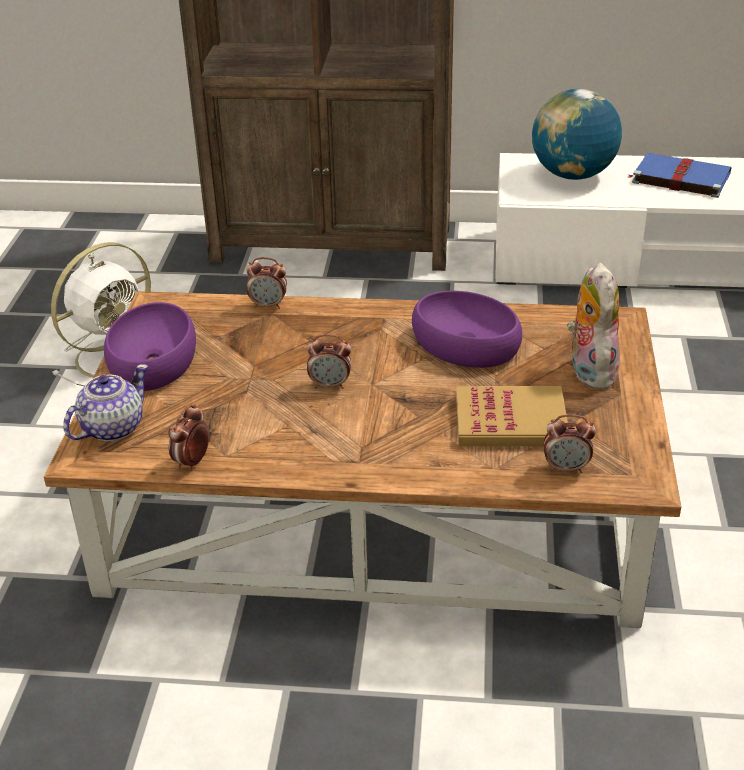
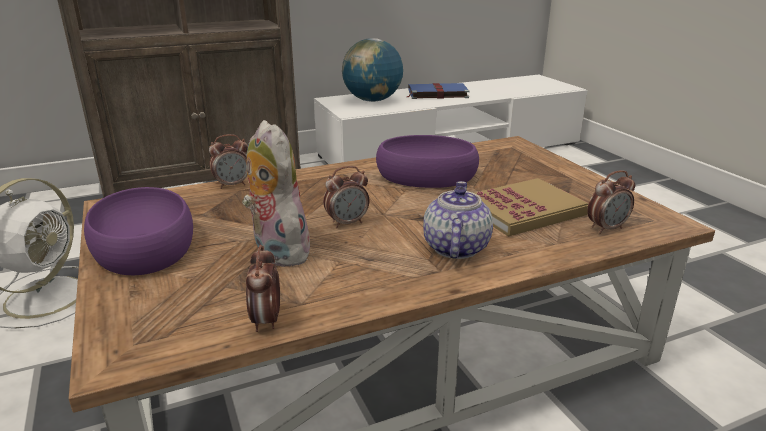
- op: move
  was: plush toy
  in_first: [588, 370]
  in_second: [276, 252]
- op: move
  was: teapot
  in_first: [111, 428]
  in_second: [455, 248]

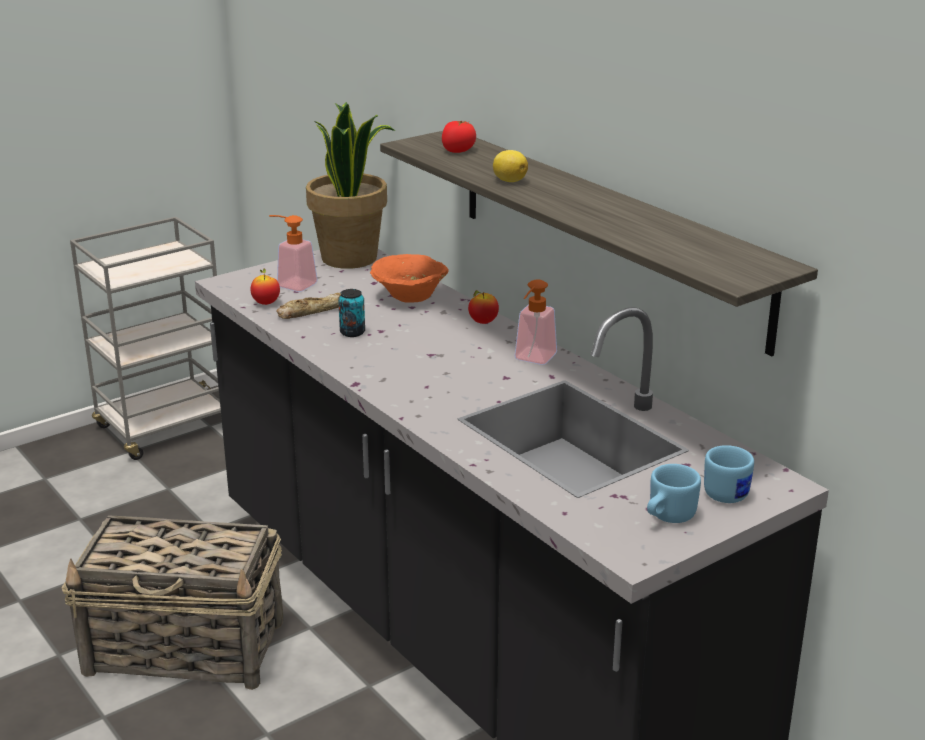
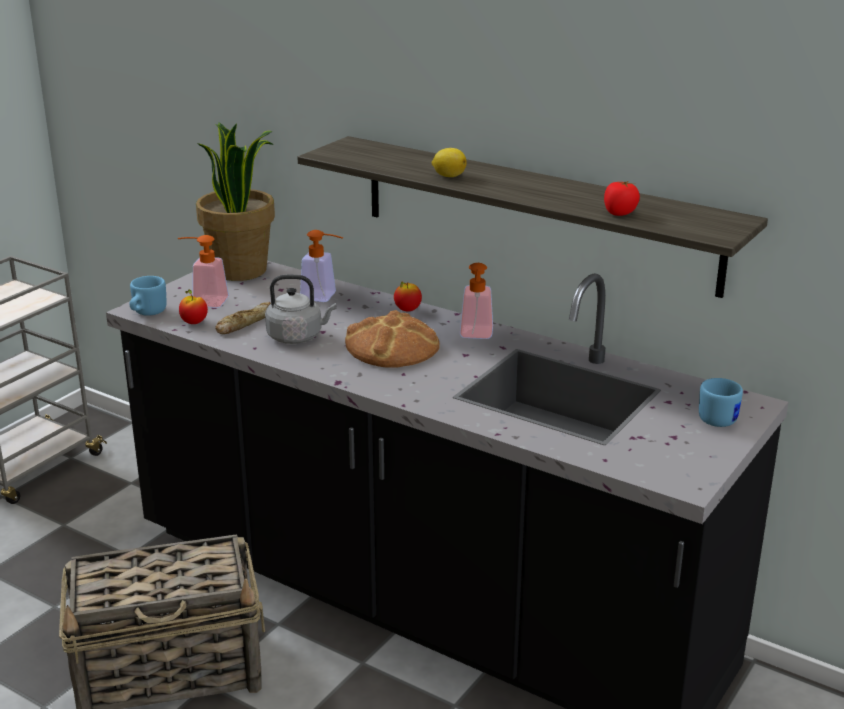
- op: move
  was: blue mug
  in_first: [667, 517]
  in_second: [146, 313]
- op: replace
  was: can
  now: grey kettle
  in_first: [352, 332]
  in_second: [298, 337]
- op: replace
  was: orange bowl
  now: soap dispenser
  in_first: [410, 296]
  in_second: [324, 297]
- op: insert
  now: bread
  in_second: [391, 347]
- op: move
  was: tomato
  in_first: [458, 150]
  in_second: [619, 213]

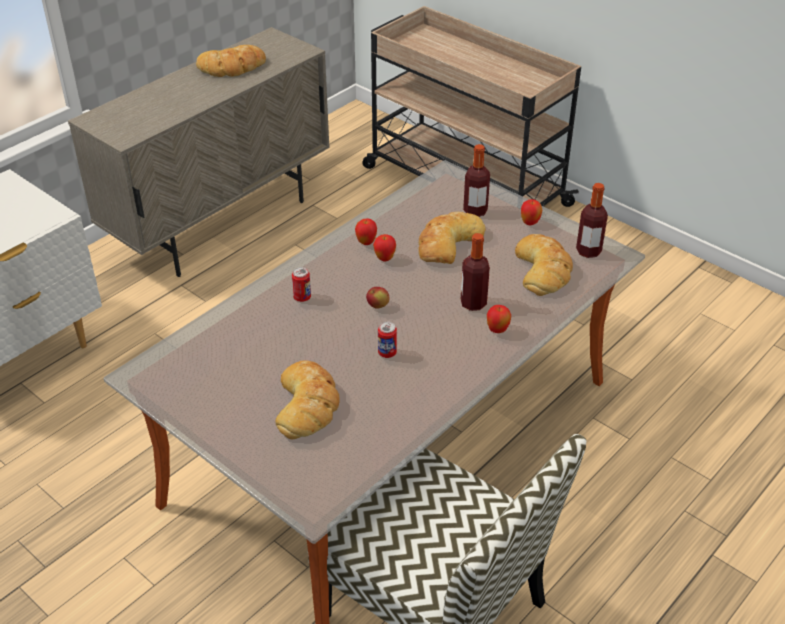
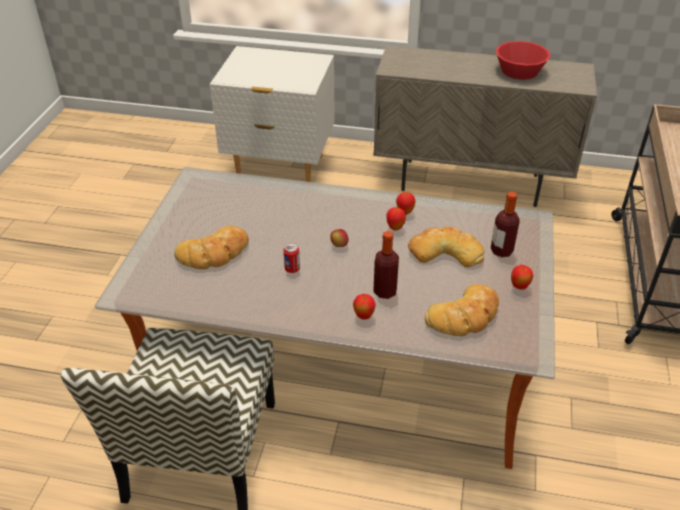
- op: replace
  was: bread
  now: red bowl
  in_first: [232, 67]
  in_second: [520, 71]
- op: delete
  was: can
  in_first: [302, 297]
- op: delete
  was: bottle
  in_first: [588, 251]

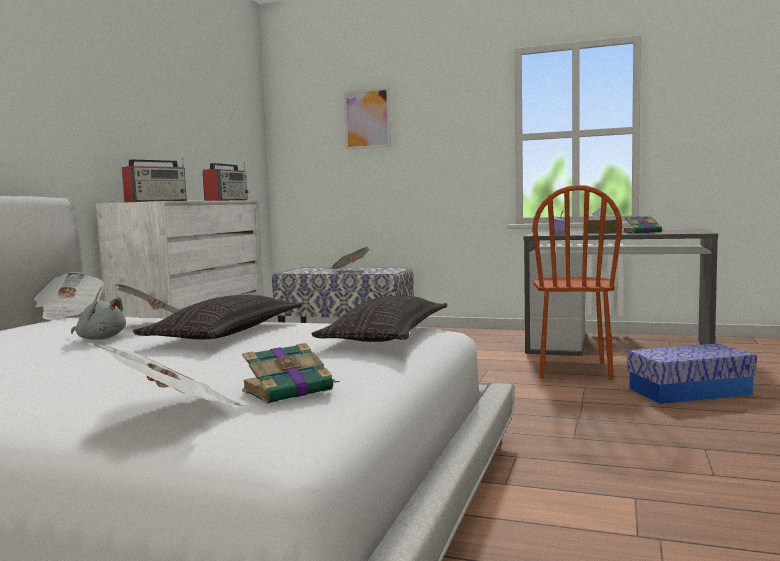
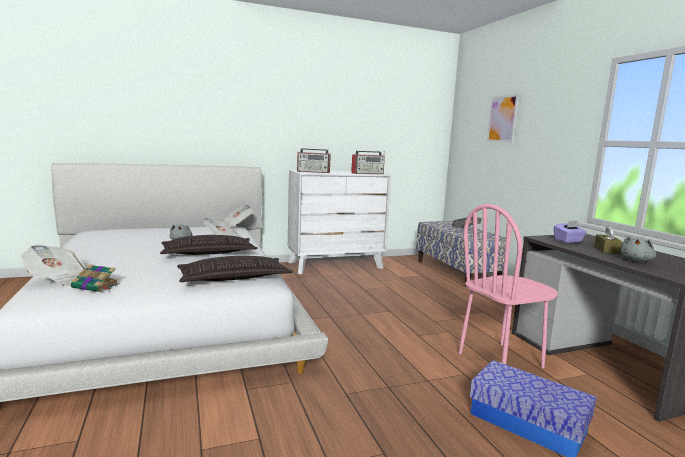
- op: recolor
  was: brown chair
  now: pink chair
  in_first: [573, 370]
  in_second: [500, 360]
- op: replace
  was: book
  now: grey plush toy
  in_first: [643, 232]
  in_second: [636, 260]

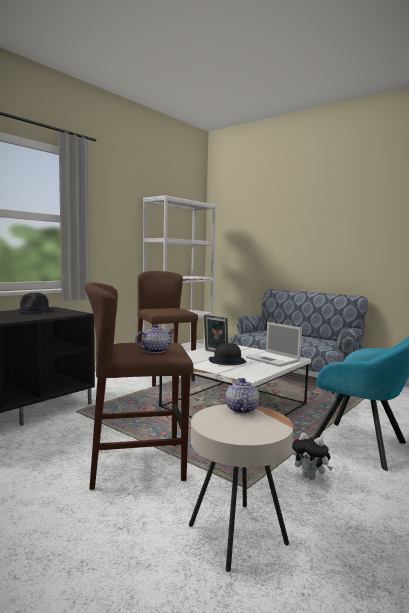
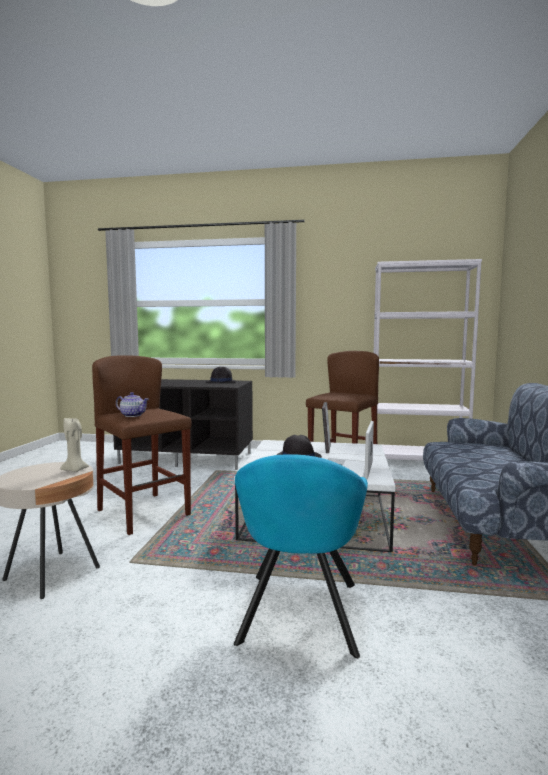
- op: replace
  was: teapot
  now: beige candle
  in_first: [241, 409]
  in_second: [75, 470]
- op: delete
  was: plush toy
  in_first: [310, 477]

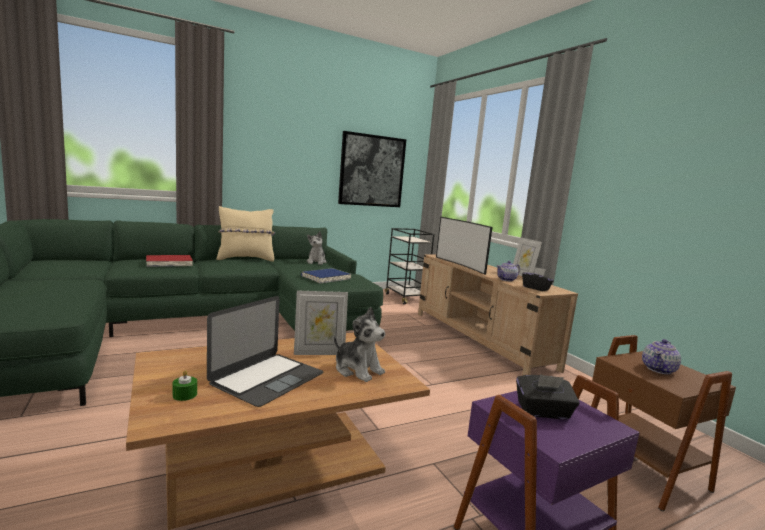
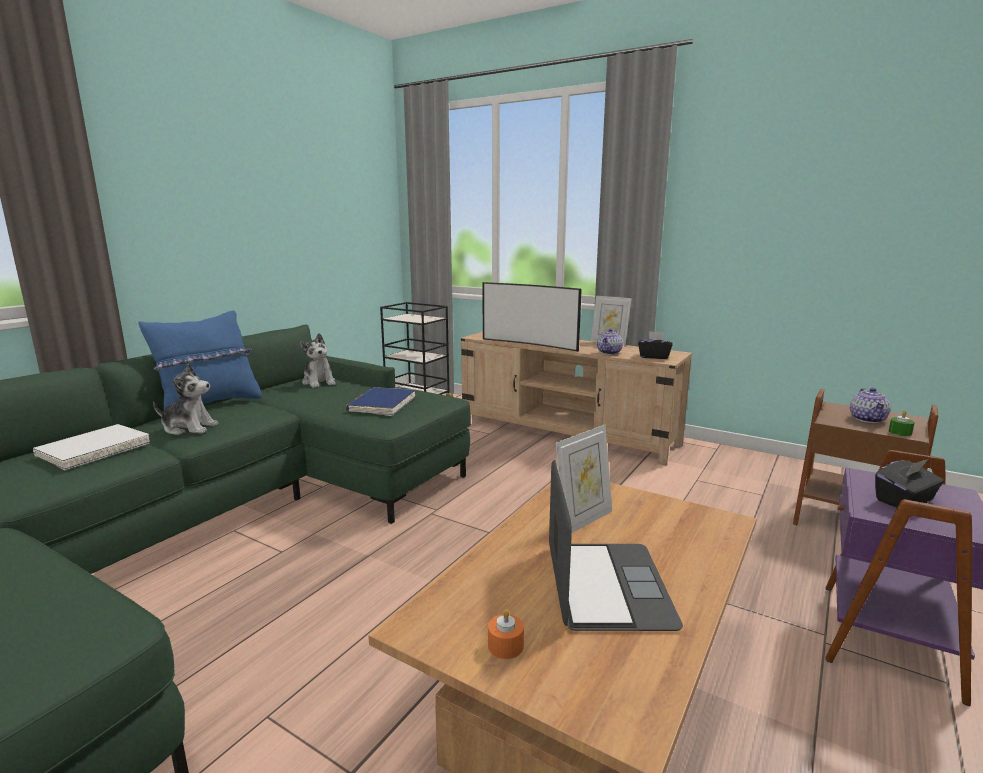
- op: recolor
  was: red book
  now: white book
  in_first: [169, 263]
  in_second: [94, 450]
- op: recolor
  was: beige pillow
  now: blue pillow
  in_first: [246, 259]
  in_second: [210, 405]
- op: move
  was: plush toy
  in_first: [358, 370]
  in_second: [189, 428]
- op: insert
  now: orange candle
  in_second: [505, 645]
- op: move
  was: green candle
  in_first: [185, 395]
  in_second: [900, 432]
- op: delete
  was: picture
  in_first: [372, 171]

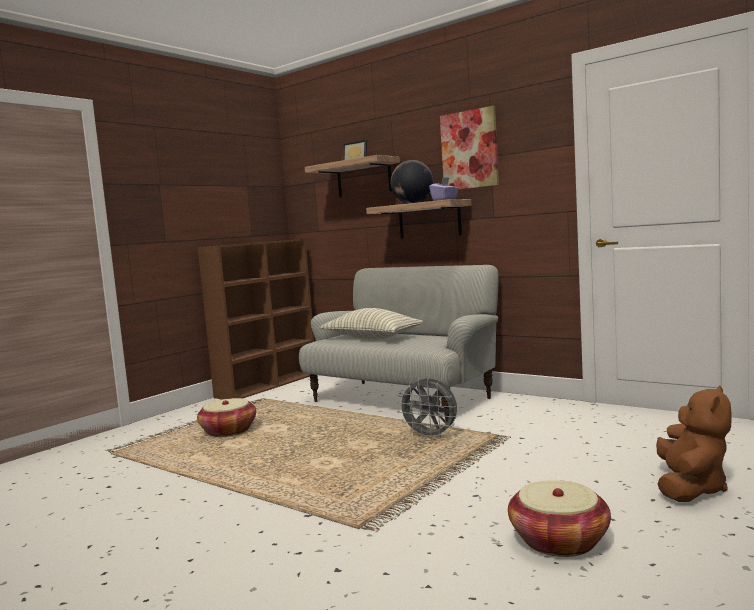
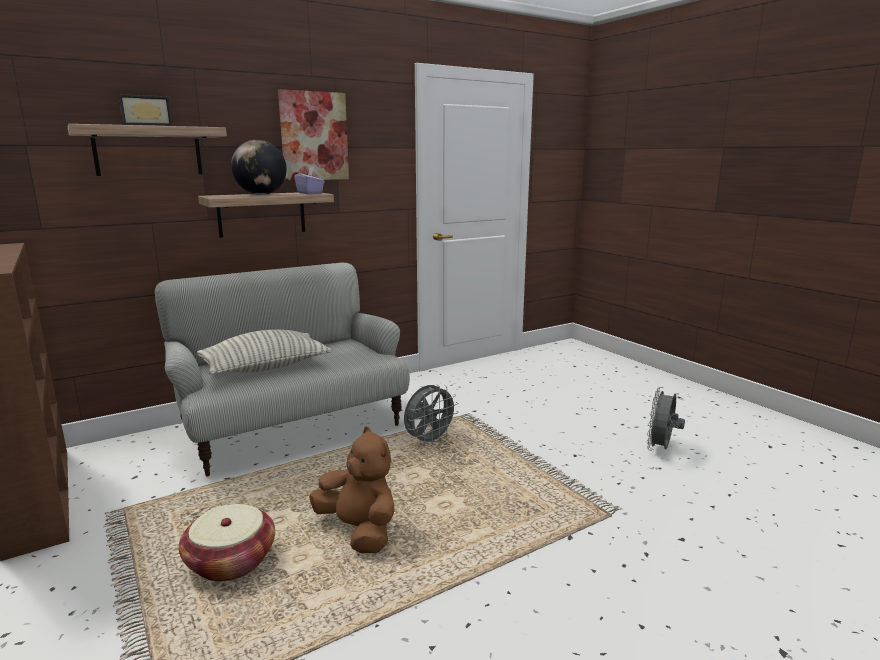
- op: move
  was: brown plush toy
  in_first: [690, 488]
  in_second: [359, 531]
- op: replace
  was: basket
  now: grey fan
  in_first: [559, 541]
  in_second: [660, 449]

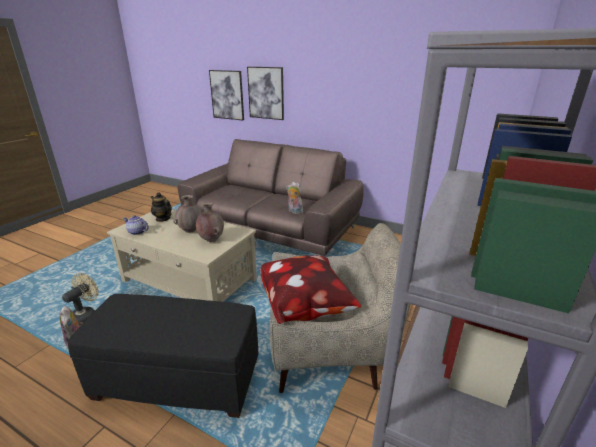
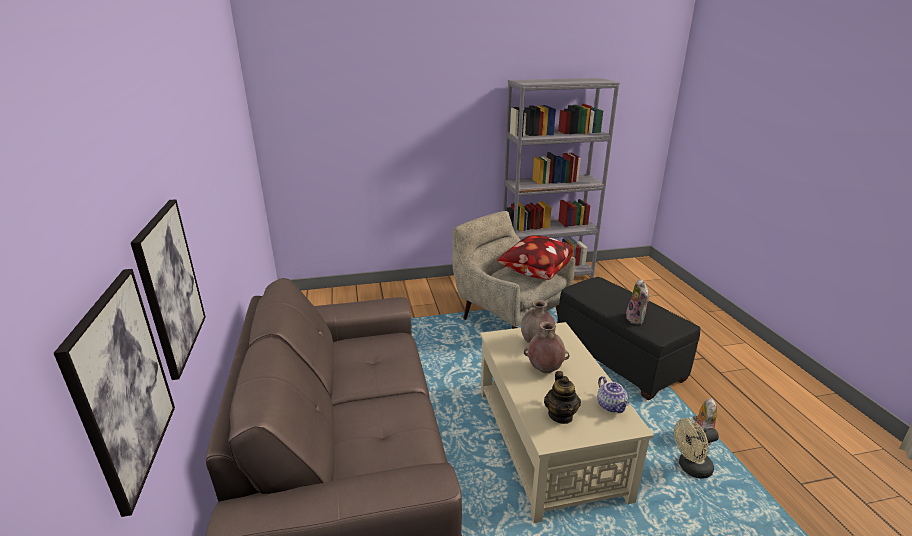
- op: move
  was: plush toy
  in_first: [294, 211]
  in_second: [636, 319]

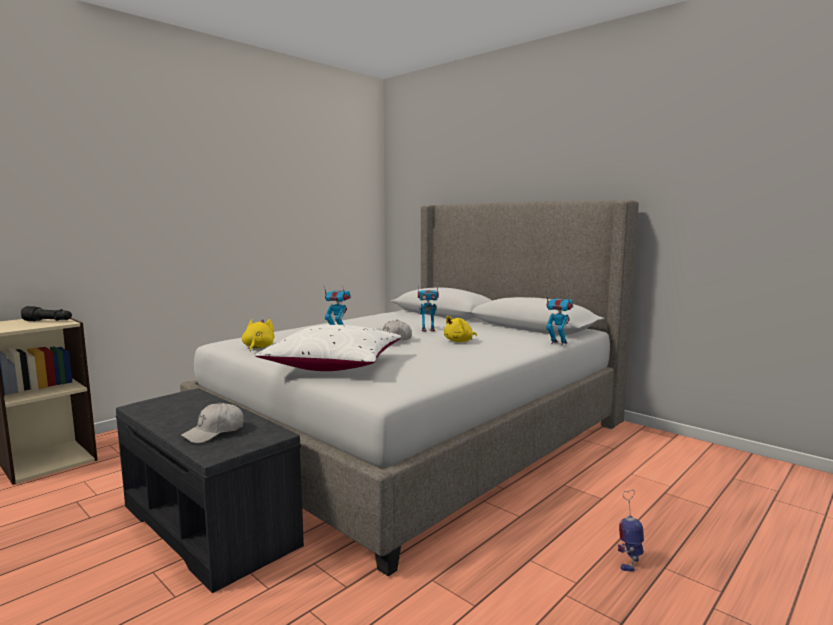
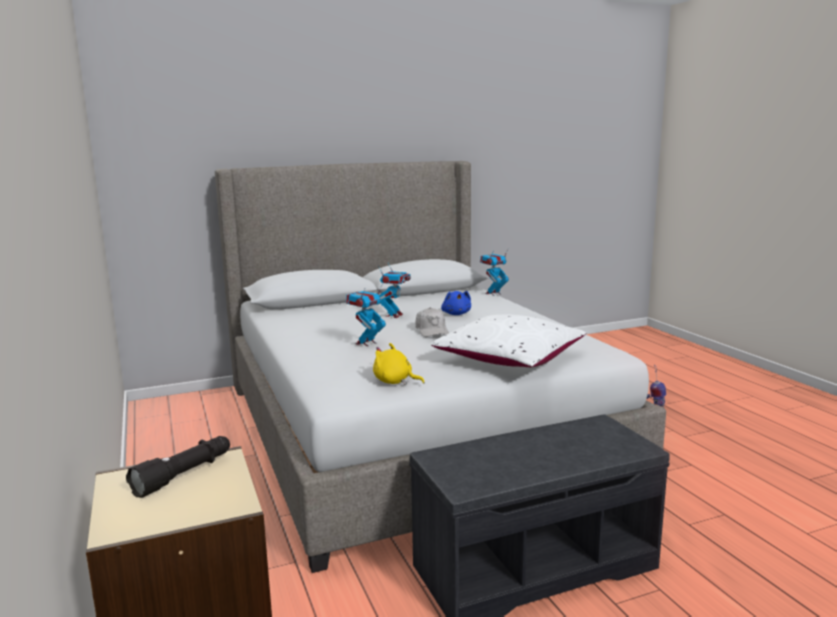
- op: recolor
  was: yellow plush toy
  now: blue plush toy
  in_first: [460, 341]
  in_second: [456, 314]
- op: delete
  was: white cap
  in_first: [214, 432]

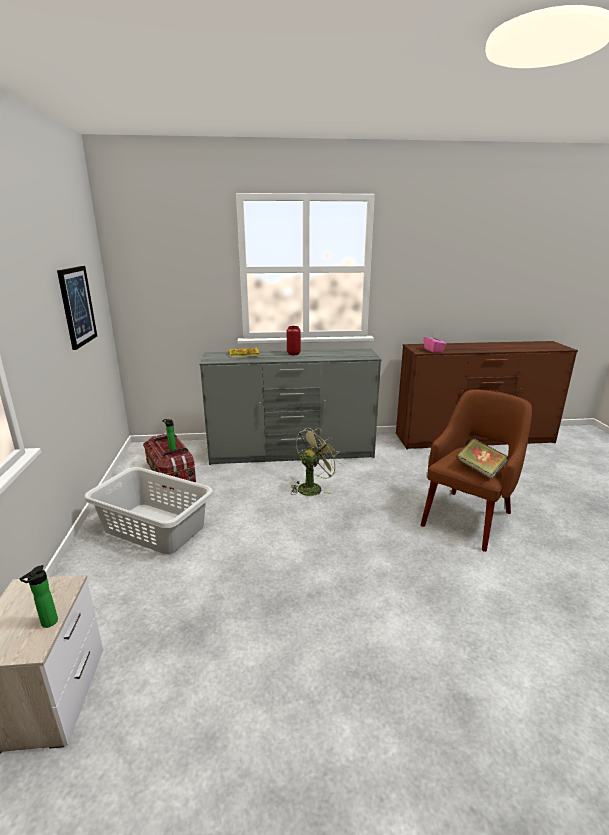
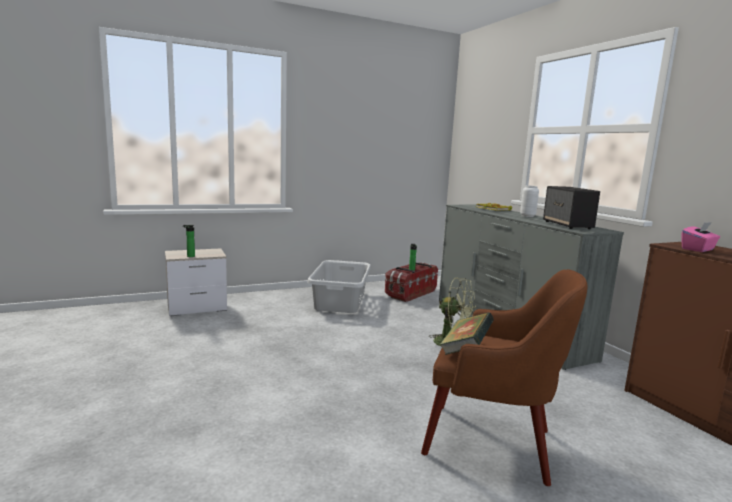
- op: recolor
  was: red vase
  now: white vase
  in_first: [293, 354]
  in_second: [527, 216]
- op: insert
  now: speaker
  in_second: [567, 225]
- op: delete
  was: picture
  in_first: [77, 306]

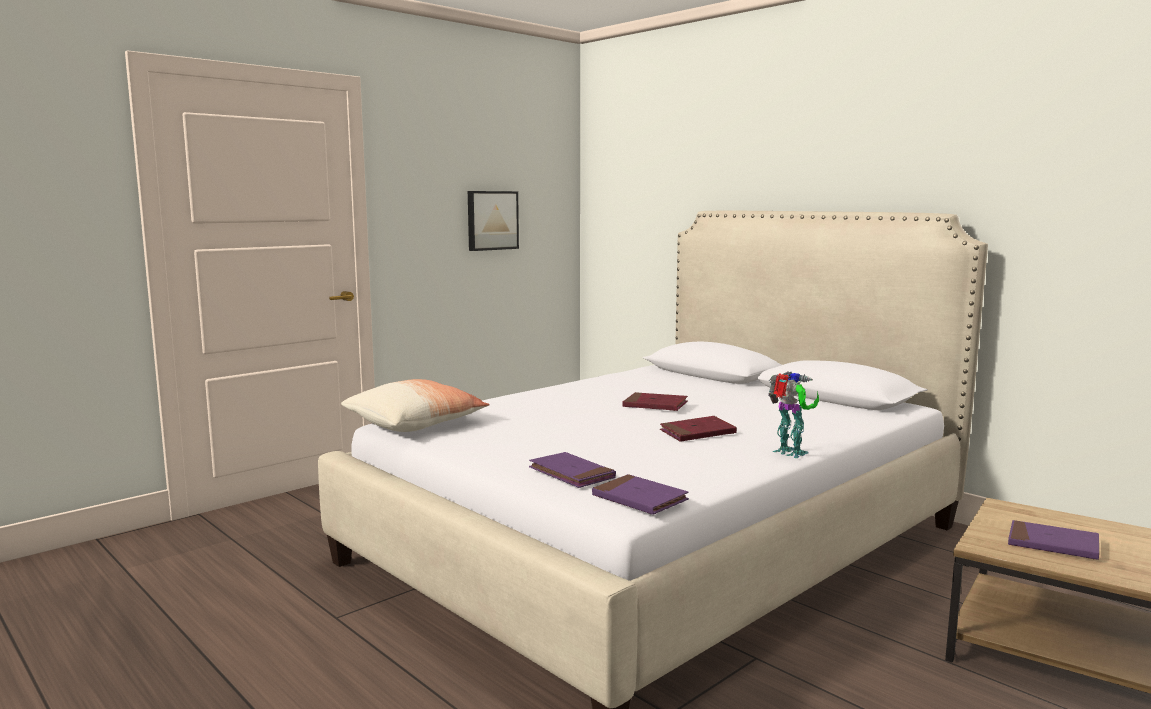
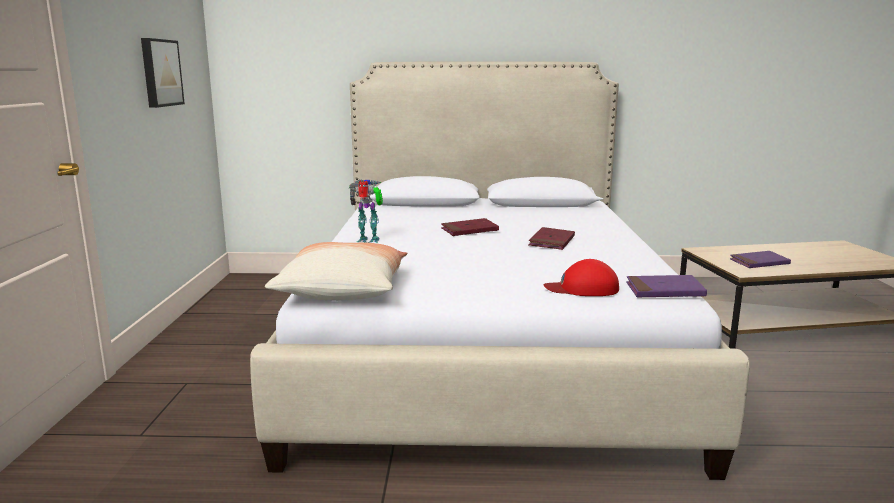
- op: move
  was: toy robot
  in_first: [790, 453]
  in_second: [369, 240]
- op: replace
  was: purple book
  now: red cap
  in_first: [571, 474]
  in_second: [582, 288]

